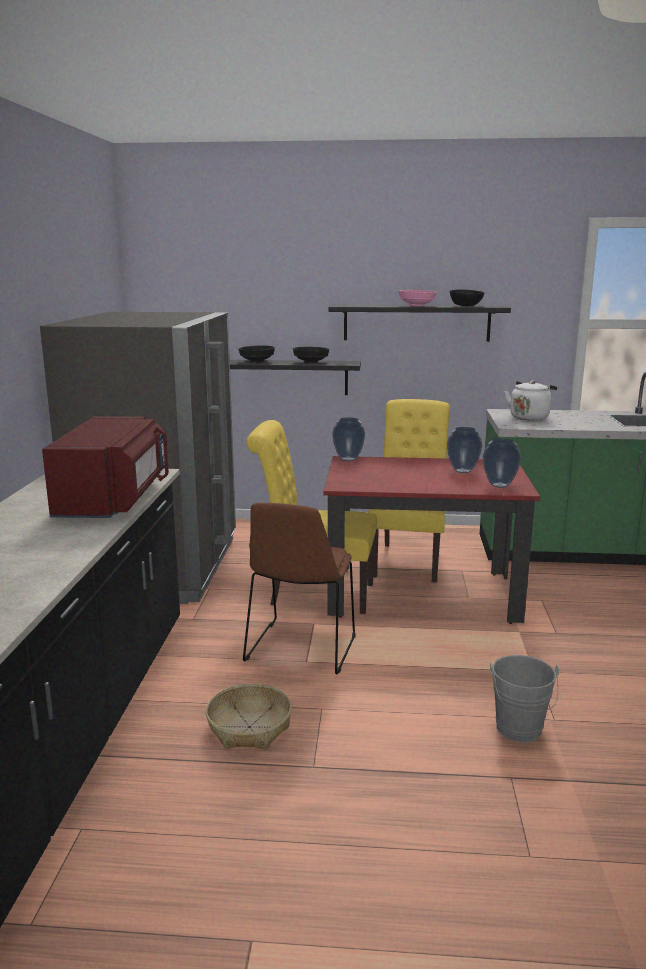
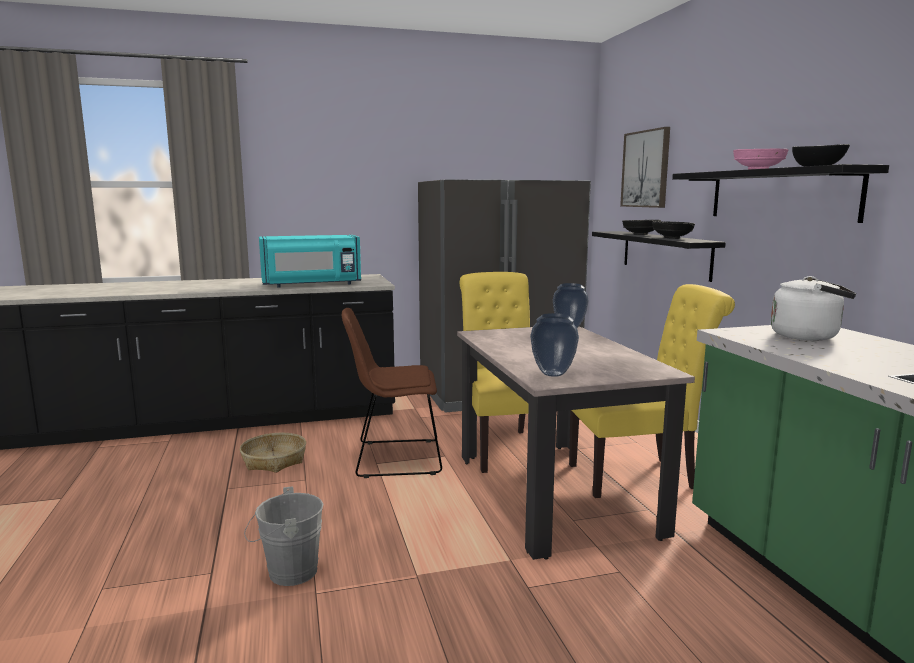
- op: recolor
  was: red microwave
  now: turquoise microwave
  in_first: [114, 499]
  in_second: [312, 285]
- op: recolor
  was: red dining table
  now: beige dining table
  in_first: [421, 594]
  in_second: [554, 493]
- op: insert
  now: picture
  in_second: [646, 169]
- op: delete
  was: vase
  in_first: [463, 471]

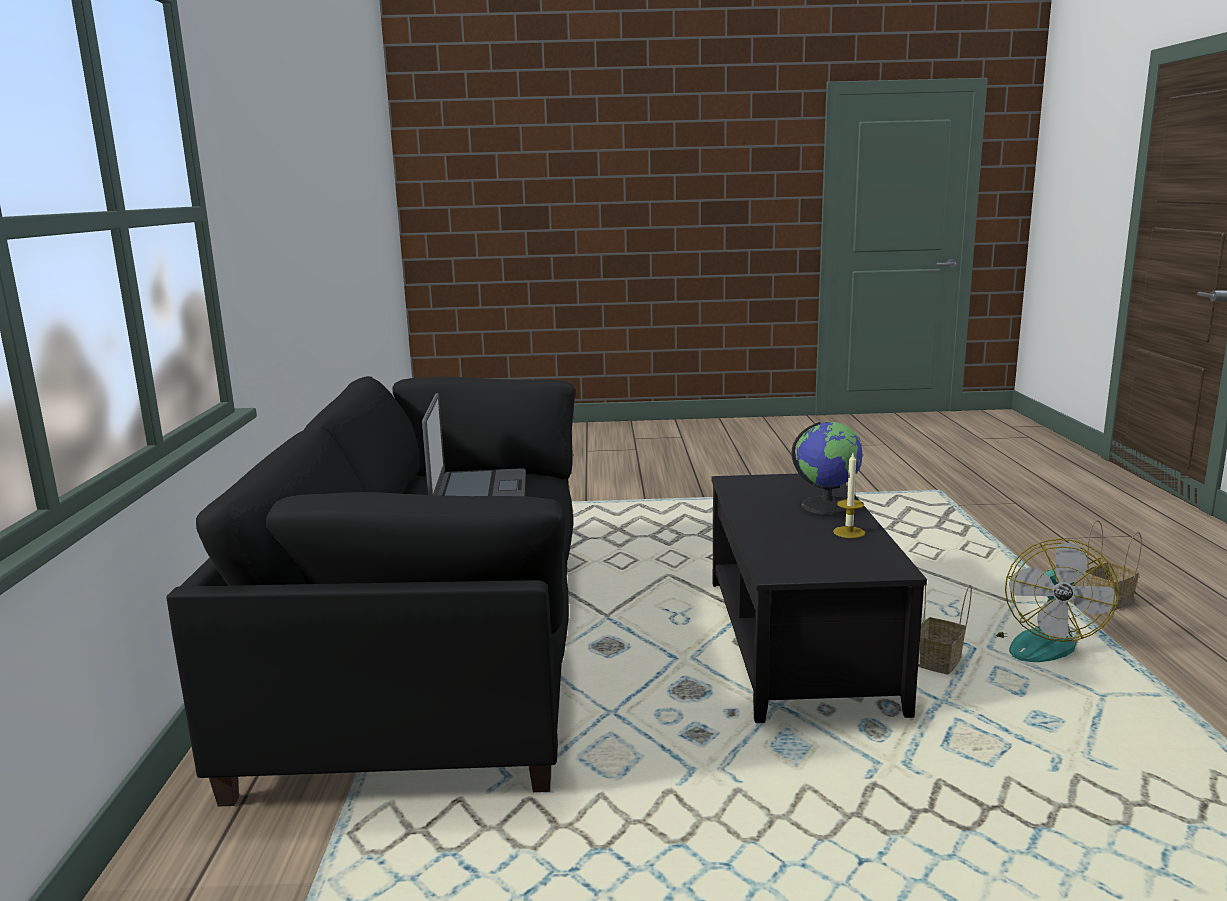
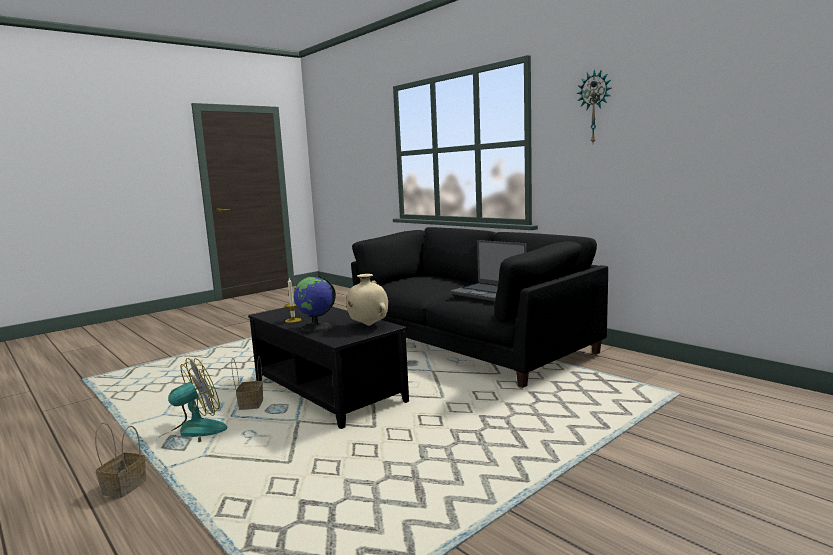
- op: rotate
  was: fan
  in_first: [1038, 641]
  in_second: [191, 434]
  clockwise: 75
- op: insert
  now: beige vase
  in_second: [368, 325]
- op: insert
  now: wall clock
  in_second: [595, 107]

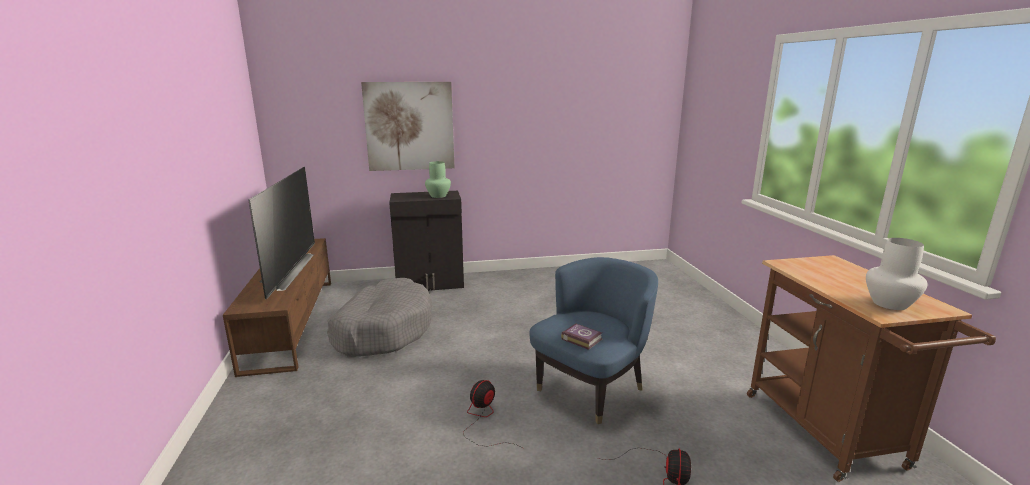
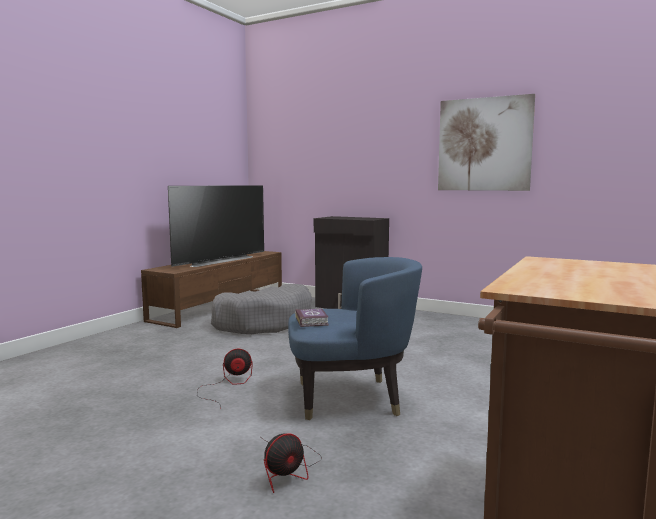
- op: move
  was: picture
  in_first: [409, 126]
  in_second: [484, 144]
- op: delete
  was: green vase
  in_first: [438, 196]
- op: delete
  was: white vase
  in_first: [889, 303]

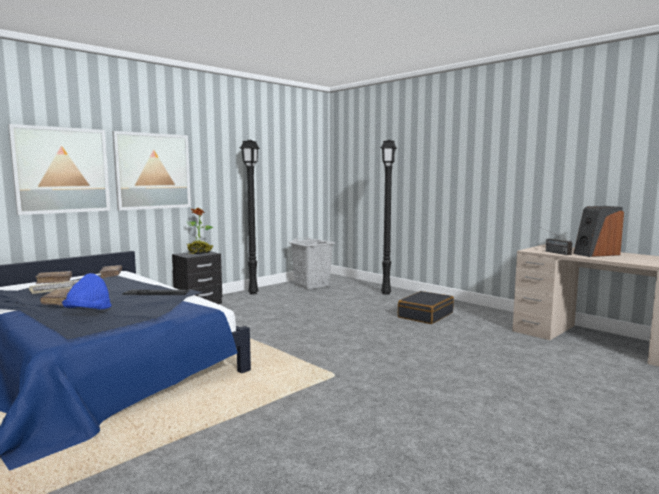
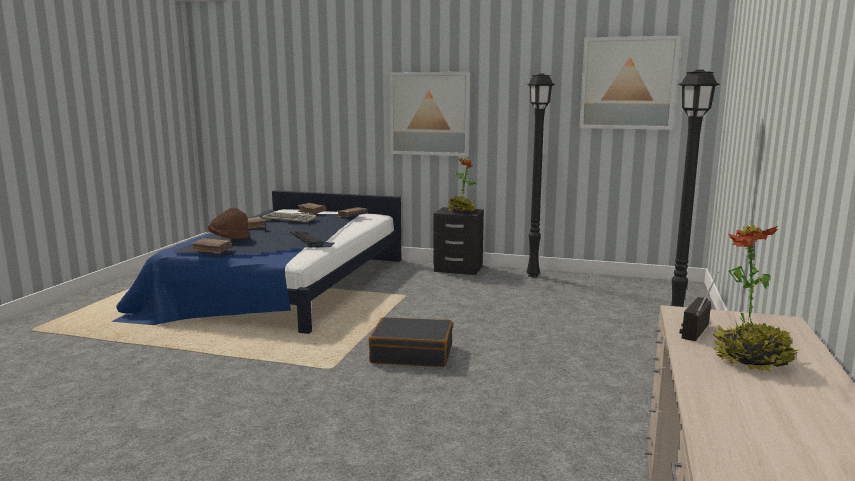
- op: insert
  now: brown book
  in_second: [212, 250]
- op: recolor
  was: blue hat
  now: brown hat
  in_first: [88, 312]
  in_second: [229, 238]
- op: move
  was: black suitcase
  in_first: [425, 315]
  in_second: [412, 353]
- op: move
  was: picture
  in_first: [62, 170]
  in_second: [627, 83]
- op: replace
  was: speaker
  now: potted plant
  in_first: [596, 254]
  in_second: [751, 360]
- op: delete
  was: grey laundry basket
  in_first: [312, 285]

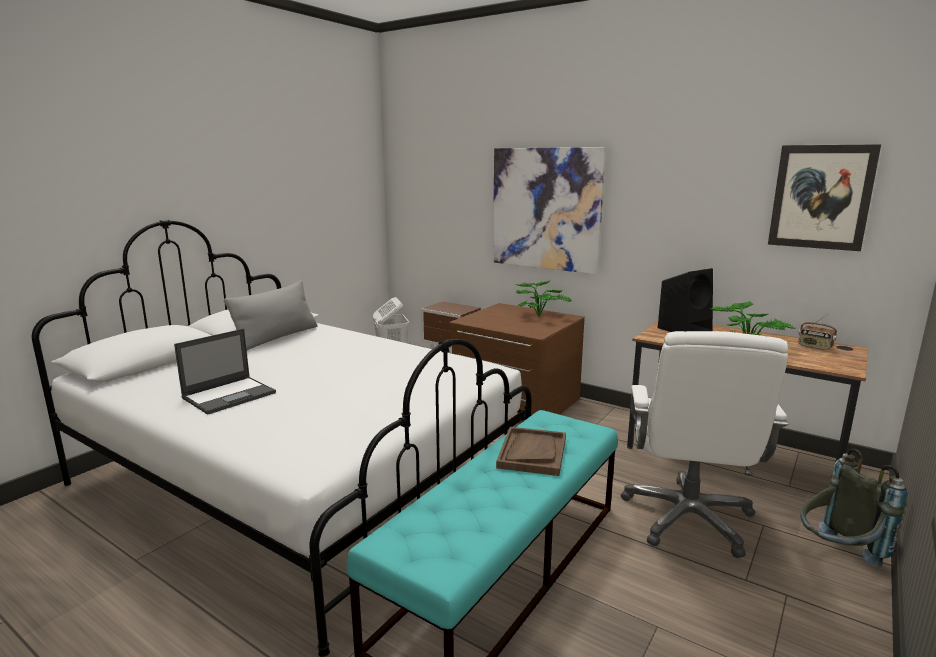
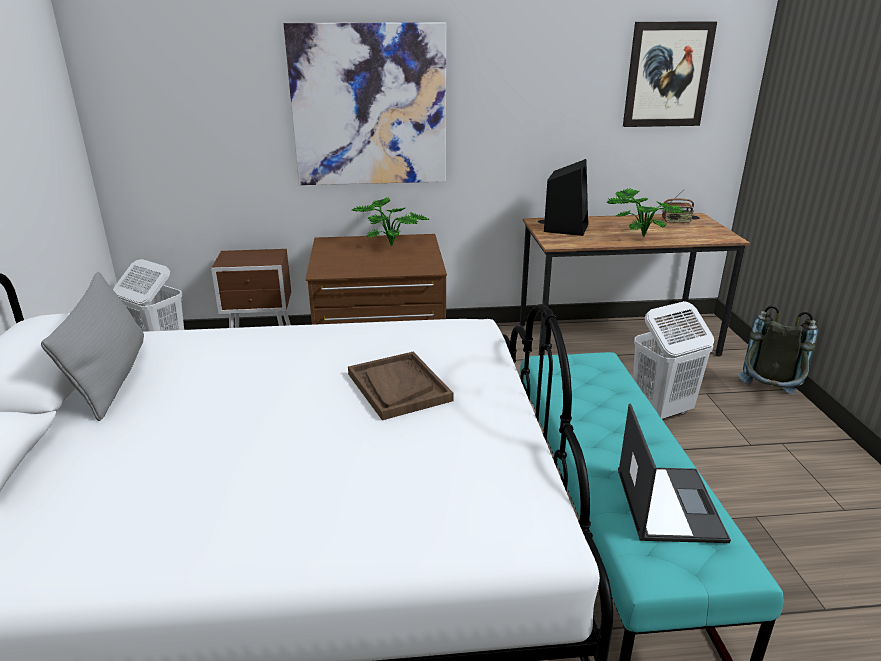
- op: move
  was: brown tray
  in_first: [532, 452]
  in_second: [398, 387]
- op: move
  was: laptop
  in_first: [230, 395]
  in_second: [668, 503]
- op: replace
  was: white office chair
  now: white laundry basket
  in_first: [688, 518]
  in_second: [660, 412]

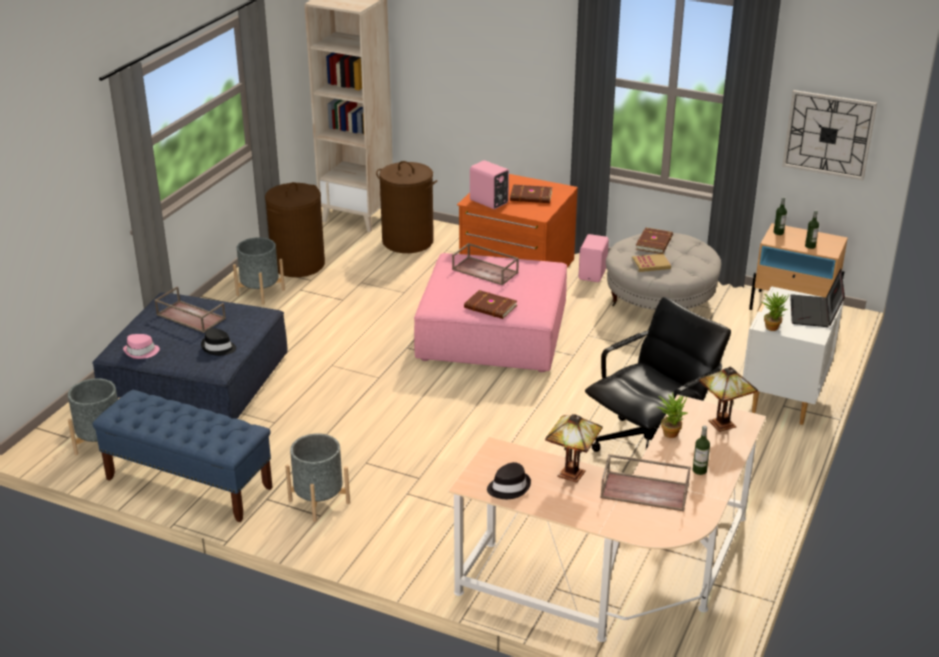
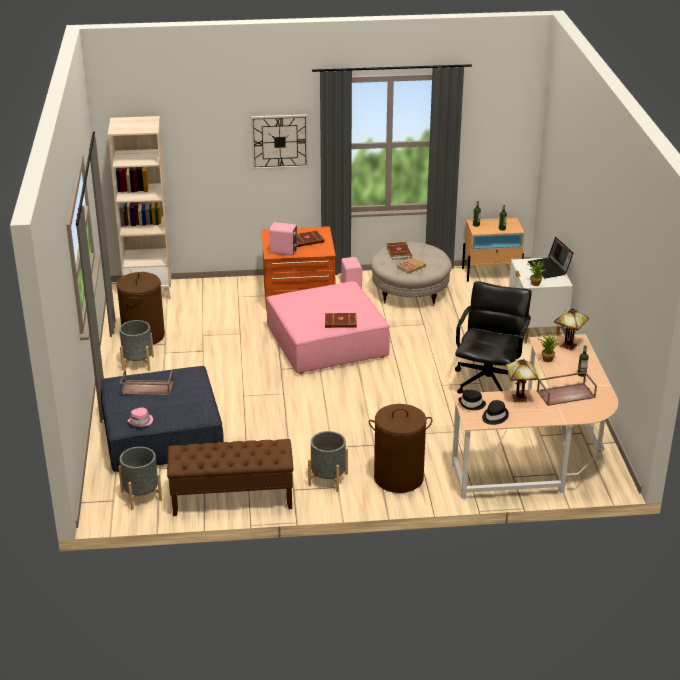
- op: recolor
  was: blue bench
  now: brown bench
  in_first: [188, 483]
  in_second: [232, 498]
- op: move
  was: wall clock
  in_first: [828, 134]
  in_second: [279, 141]
- op: move
  was: brown laundry basket
  in_first: [408, 241]
  in_second: [398, 477]
- op: move
  was: black hat
  in_first: [218, 348]
  in_second: [472, 404]
- op: delete
  was: brown tray
  in_first: [486, 271]

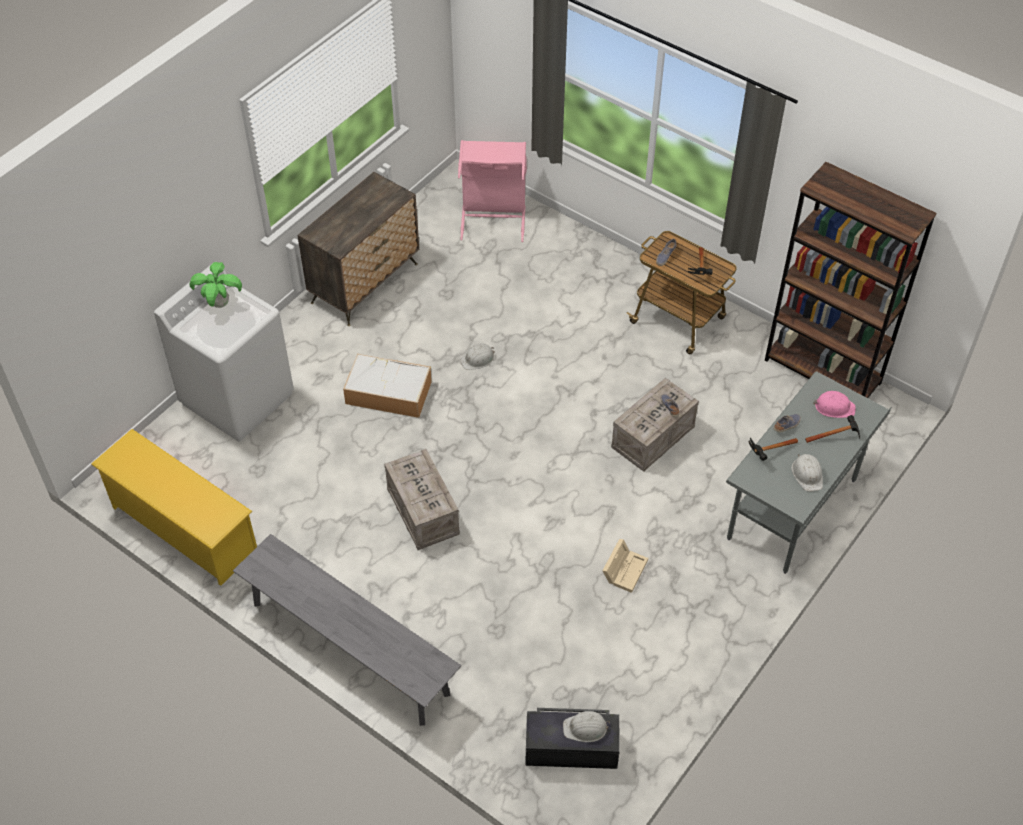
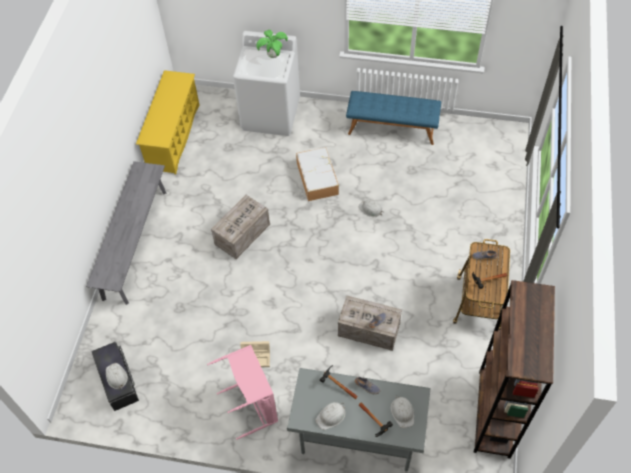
- op: move
  was: pink laundry basket
  in_first: [493, 217]
  in_second: [254, 404]
- op: replace
  was: dresser
  now: blue bench
  in_first: [366, 283]
  in_second: [392, 128]
- op: recolor
  was: pink hard hat
  now: white hard hat
  in_first: [834, 407]
  in_second: [402, 412]

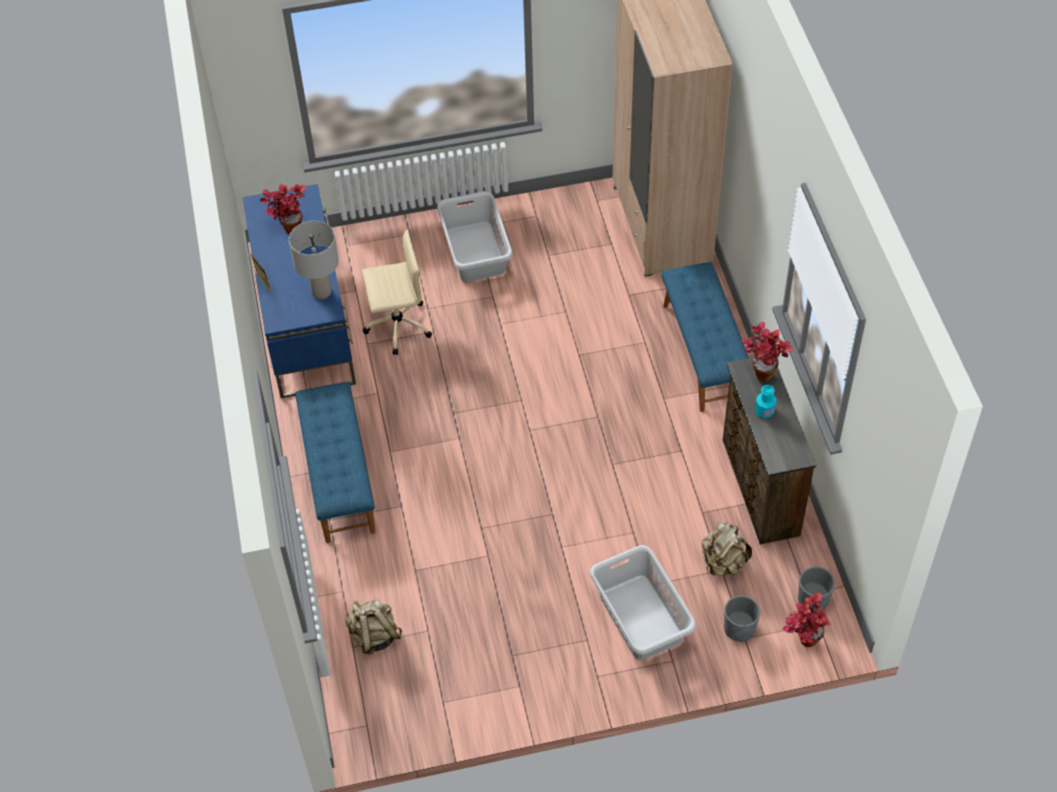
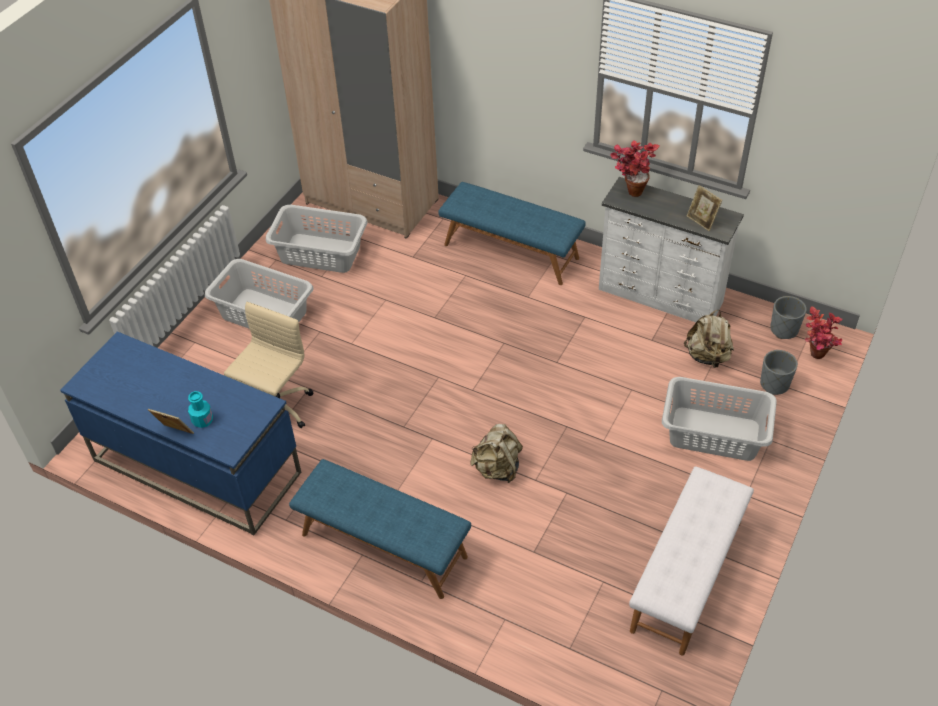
- op: move
  was: turquoise bottle
  in_first: [764, 410]
  in_second: [202, 420]
- op: insert
  now: grey laundry basket
  in_second: [320, 253]
- op: move
  was: beige backpack
  in_first: [374, 636]
  in_second: [497, 468]
- op: recolor
  was: brown dresser
  now: white dresser
  in_first: [758, 488]
  in_second: [660, 297]
- op: insert
  now: white bench
  in_second: [687, 576]
- op: insert
  now: picture frame
  in_second: [701, 221]
- op: delete
  was: potted plant
  in_first: [288, 228]
- op: delete
  was: grey table lamp
  in_first: [321, 292]

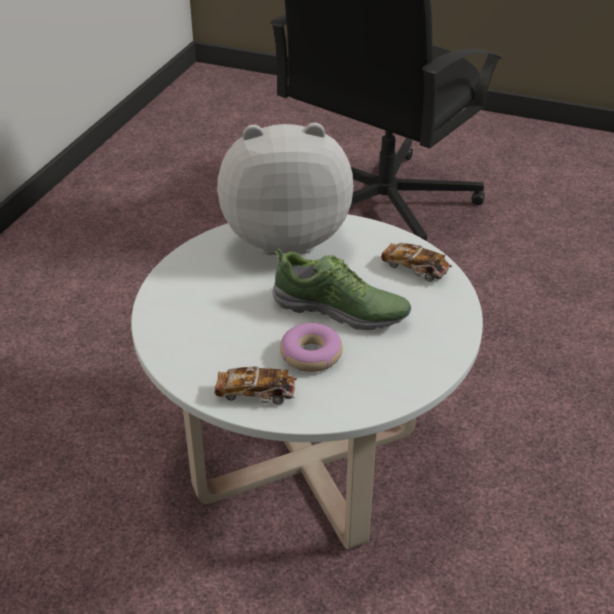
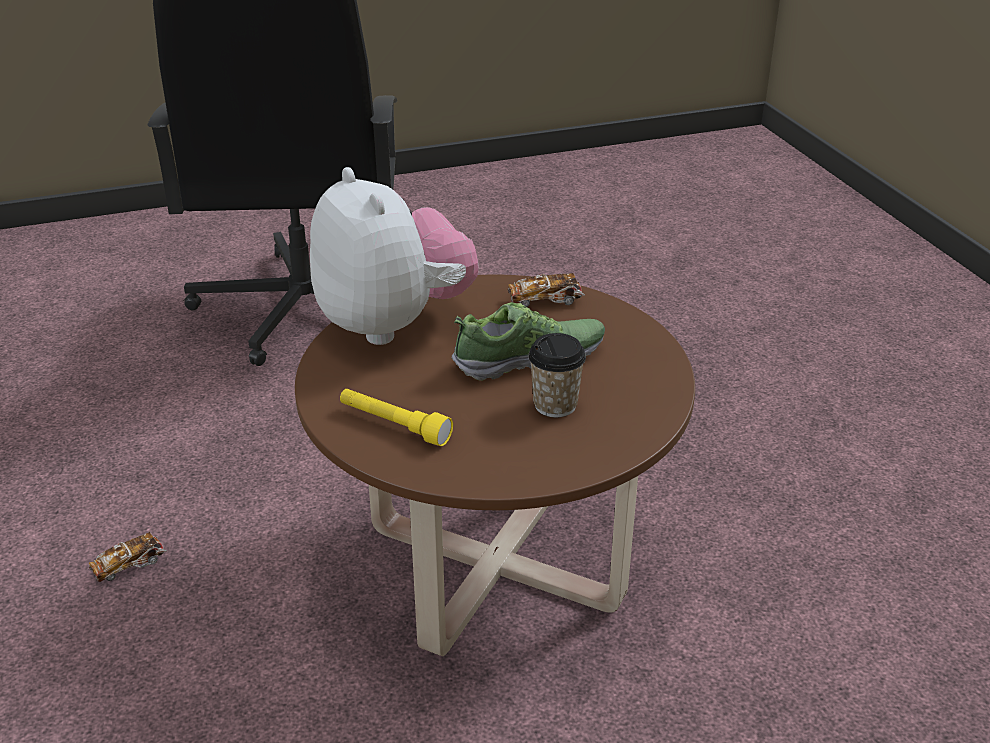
- op: move
  was: toy car
  in_first: [256, 394]
  in_second: [129, 566]
- op: recolor
  was: white coffee table
  now: brown coffee table
  in_first: [306, 462]
  in_second: [494, 564]
- op: rotate
  was: plush toy
  in_first: [285, 237]
  in_second: [393, 324]
  clockwise: 105
- op: insert
  now: yellow flashlight
  in_second: [394, 425]
- op: replace
  was: donut
  now: cup
  in_first: [311, 354]
  in_second: [555, 405]

